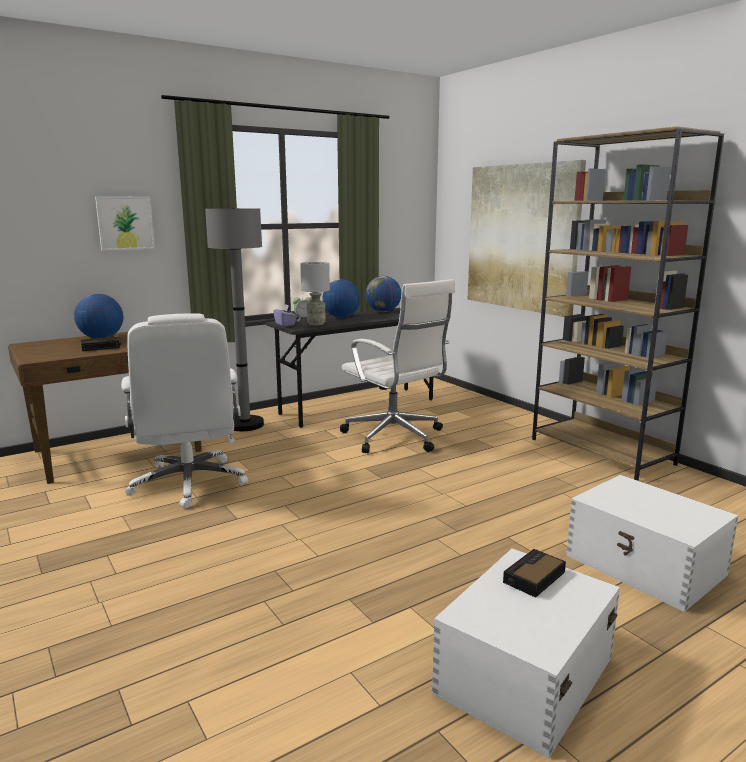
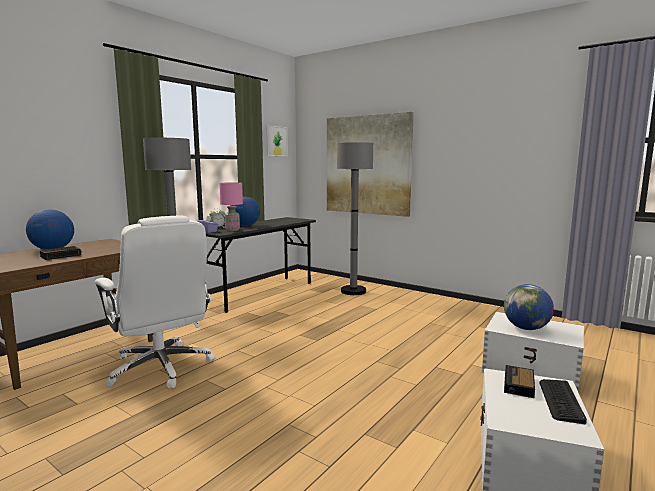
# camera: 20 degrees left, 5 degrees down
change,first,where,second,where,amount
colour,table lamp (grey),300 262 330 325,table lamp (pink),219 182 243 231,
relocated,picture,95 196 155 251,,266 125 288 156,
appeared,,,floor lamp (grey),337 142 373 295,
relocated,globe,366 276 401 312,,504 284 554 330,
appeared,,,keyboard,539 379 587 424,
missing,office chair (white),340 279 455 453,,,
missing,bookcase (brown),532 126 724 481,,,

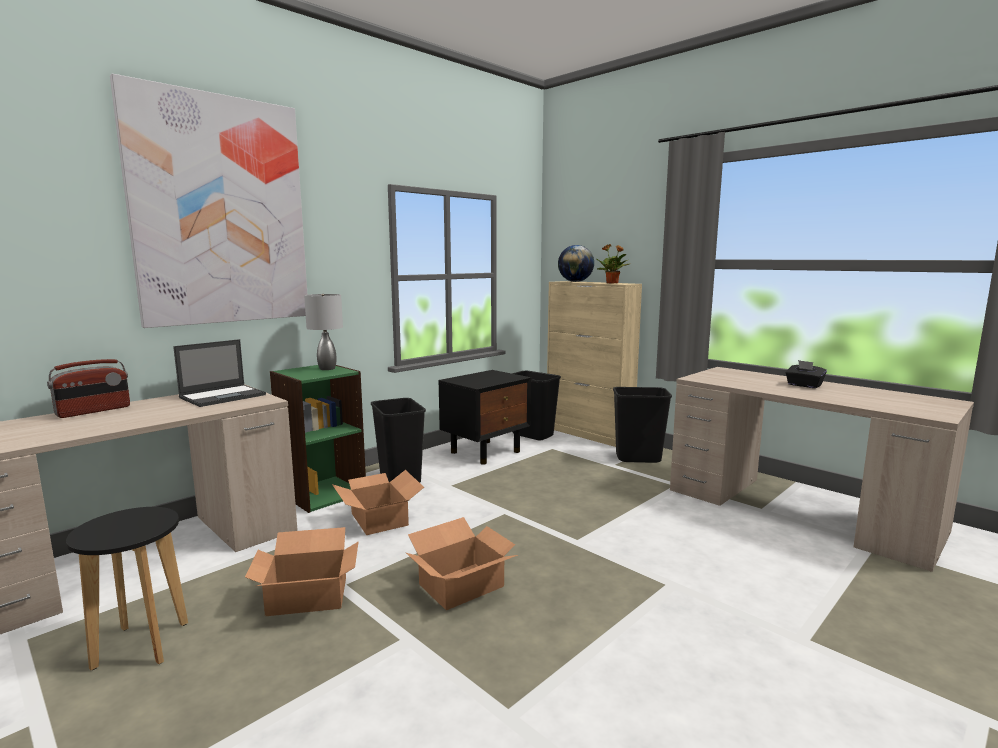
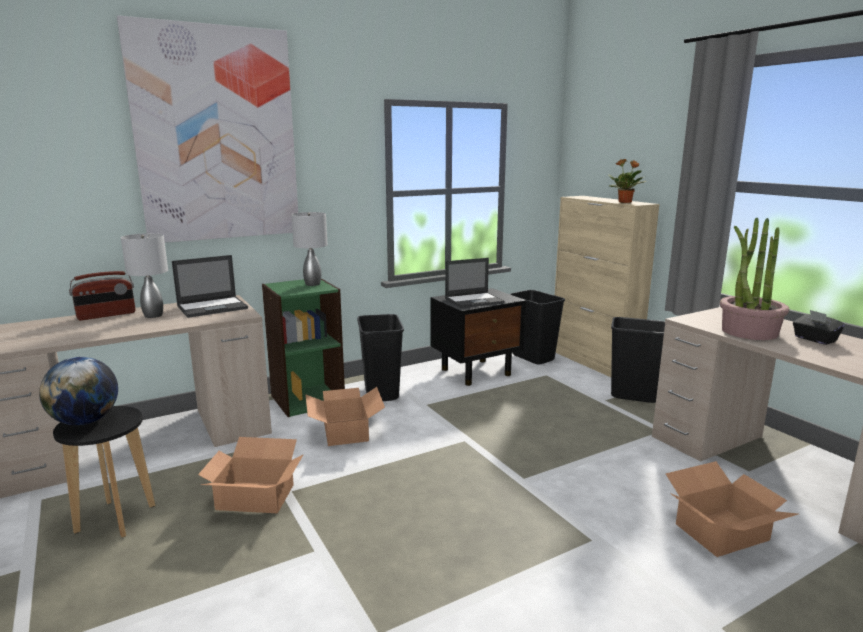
# camera: 15 degrees right, 5 degrees up
change,first,where,second,where,amount
relocated,globe,558 245 594 282,,39 357 118 425,
appeared,,,table lamp (grey),121 233 168 318,
appeared,,,laptop,445 258 505 308,
relocated,cardboard box,406 517 518 610,,666 461 798 557,
appeared,,,potted plant,720 218 789 340,

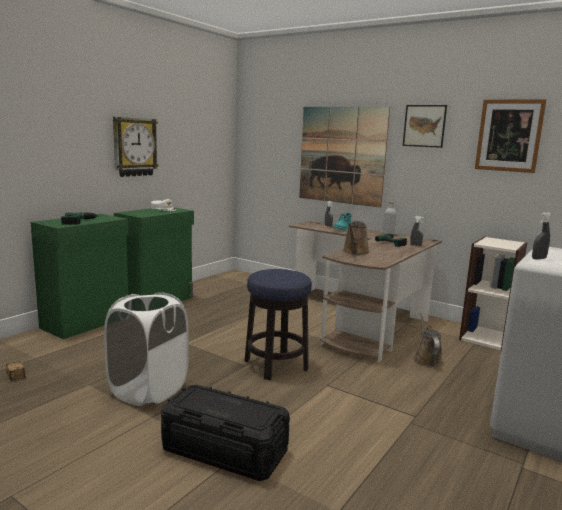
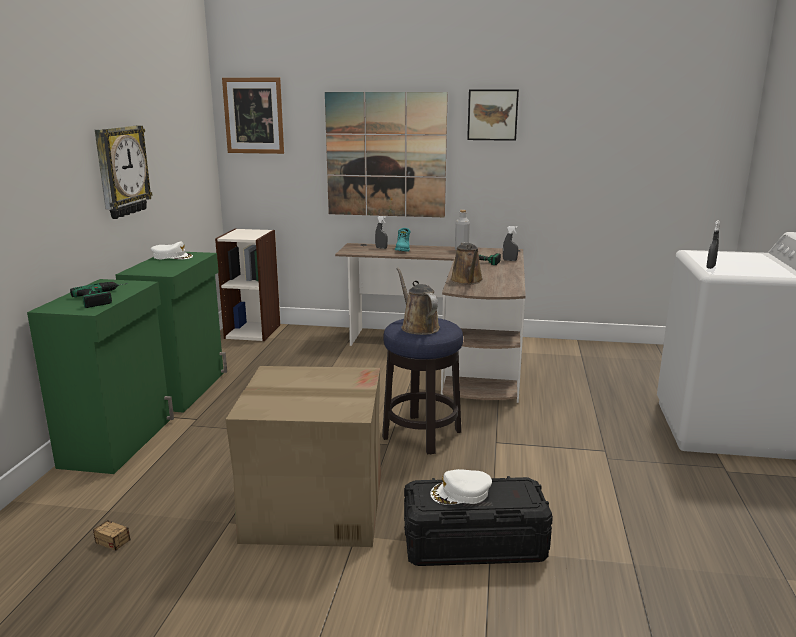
# camera: 25 degrees left, 5 degrees up
change,first,where,second,where,amount
relocated,bookcase,459 237 527 350,,215 229 280 341,
relocated,picture,475 99 547 173,,222 78 284 154,
exchanged,laundry basket (white),104 292 188 406,cardboard box,226 366 381 547,
relocated,watering can (brown),414 313 443 367,,397 268 440 335,
appeared,,,cap (white),430 469 492 505,

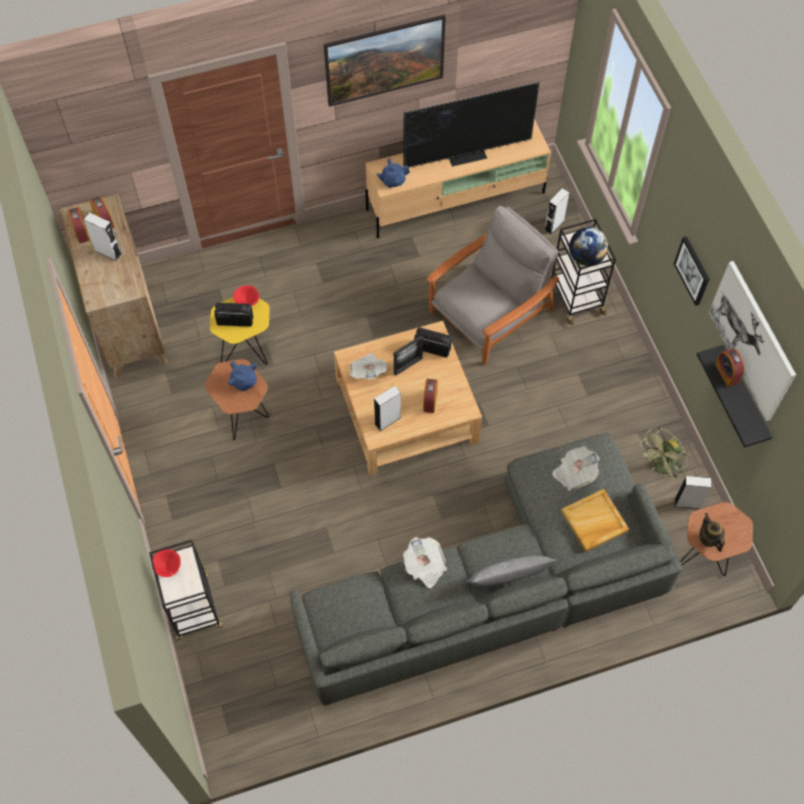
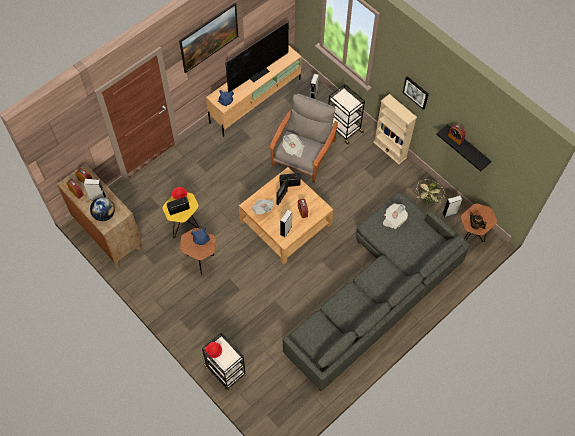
# camera: 25 degrees left, 0 degrees up
change,first,where,second,where,amount
relocated,globe,569 227 608 266,,90 197 115 221,
relocated,newspaper,403 537 447 588,,282 134 304 157,
appeared,,,bookcase (beige),373 94 417 164,
missing,pillow (grey),466 556 556 587,,,
missing,tray (beige),561 489 629 552,,,
missing,picture,709 261 796 421,,,

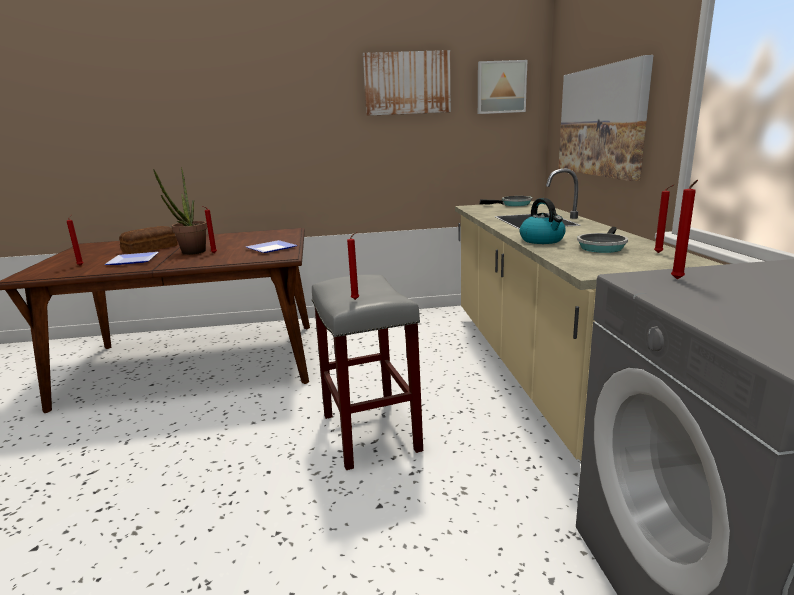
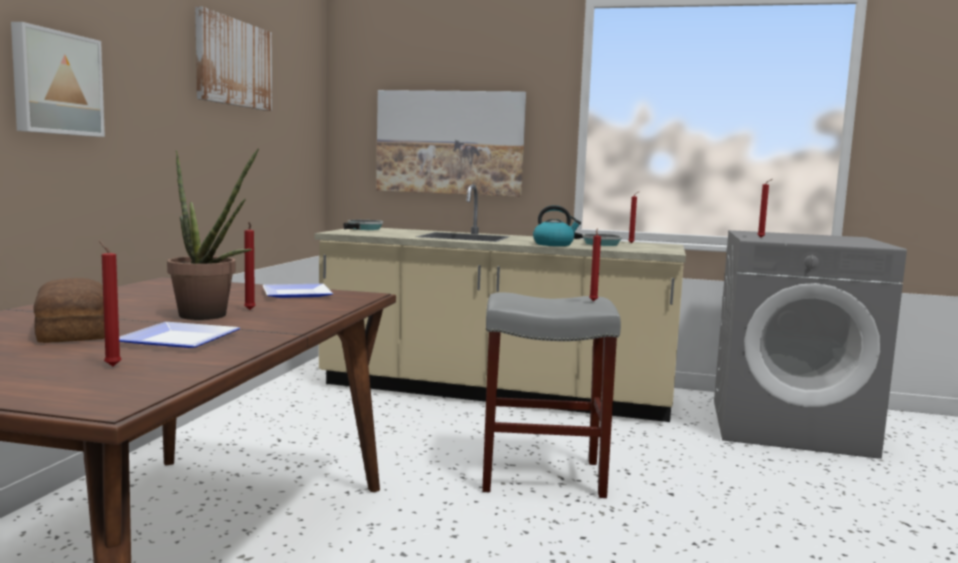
# camera: 70 degrees left, 10 degrees down
change,first,where,second,where,amount
relocated,picture,478 60 527 114,,11 22 105 137,

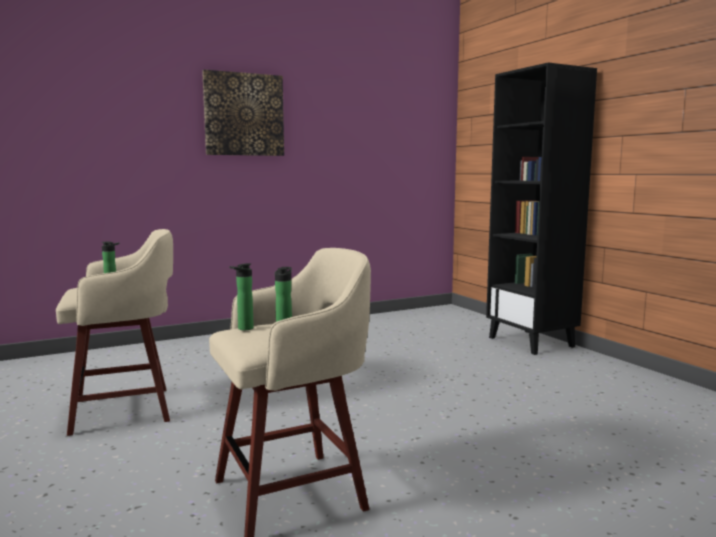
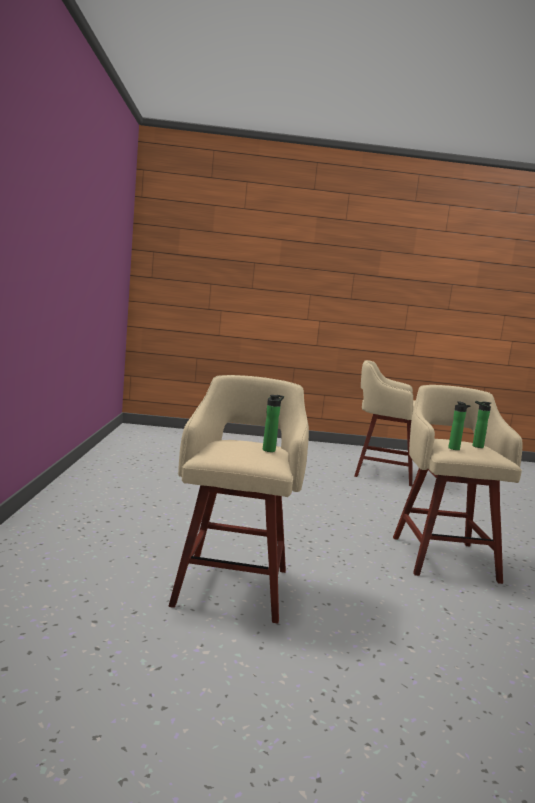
# camera: 65 degrees left, 0 degrees up
change,first,where,second,where,amount
appeared,,,stool (beige),354 360 415 486,
missing,picture,202 70 284 156,,,
missing,bookcase (black),486 63 597 355,,,

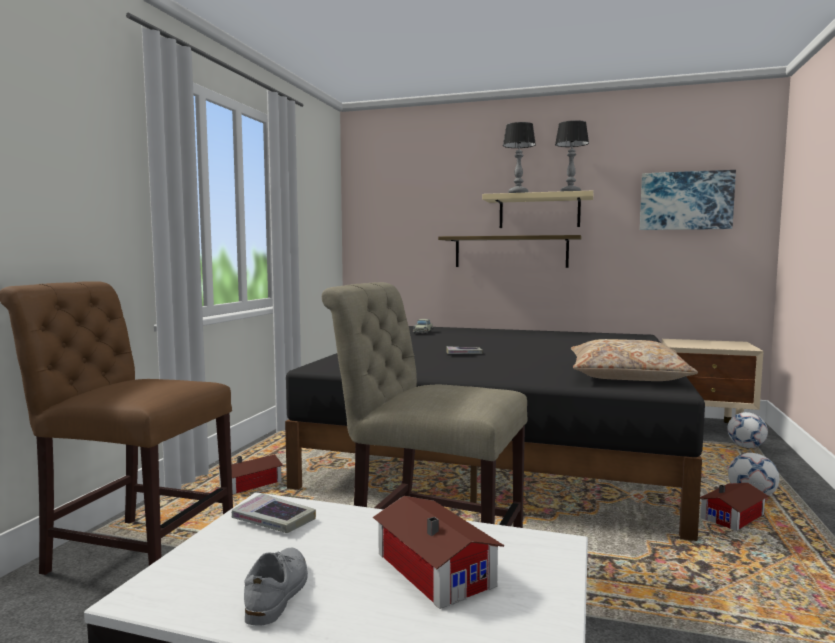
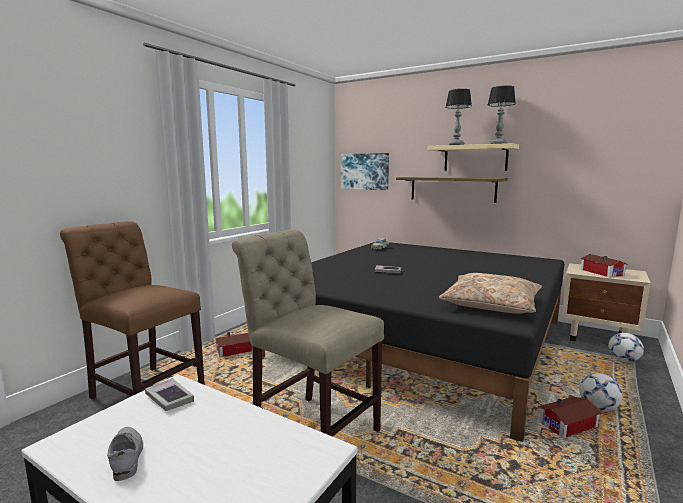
# camera: 15 degrees right, 5 degrees up
change,first,where,second,where,amount
spun,shoe (grey),244 548 308 625,,107 427 143 481,45 degrees counterclockwise
relocated,picture,640 170 736 230,,341 153 389 190,
relocated,toy house,373 496 504 609,,580 254 628 277,

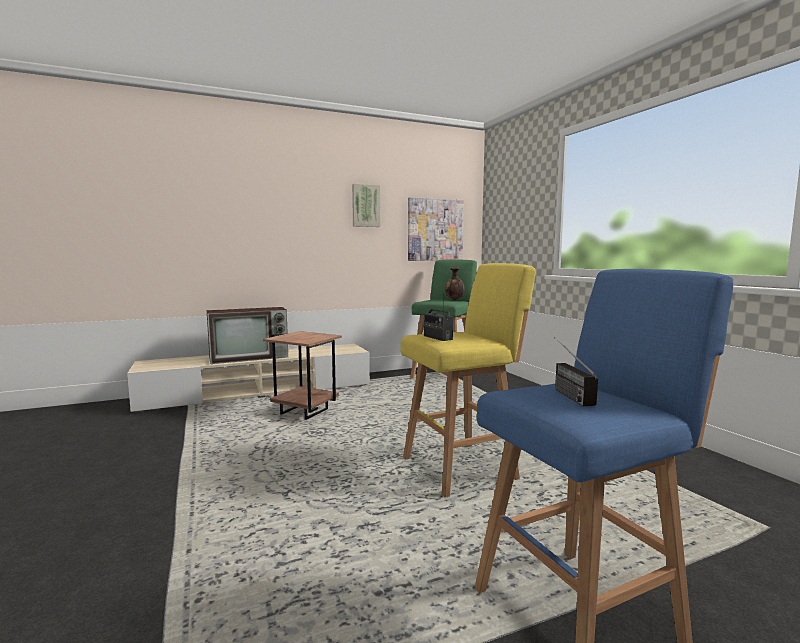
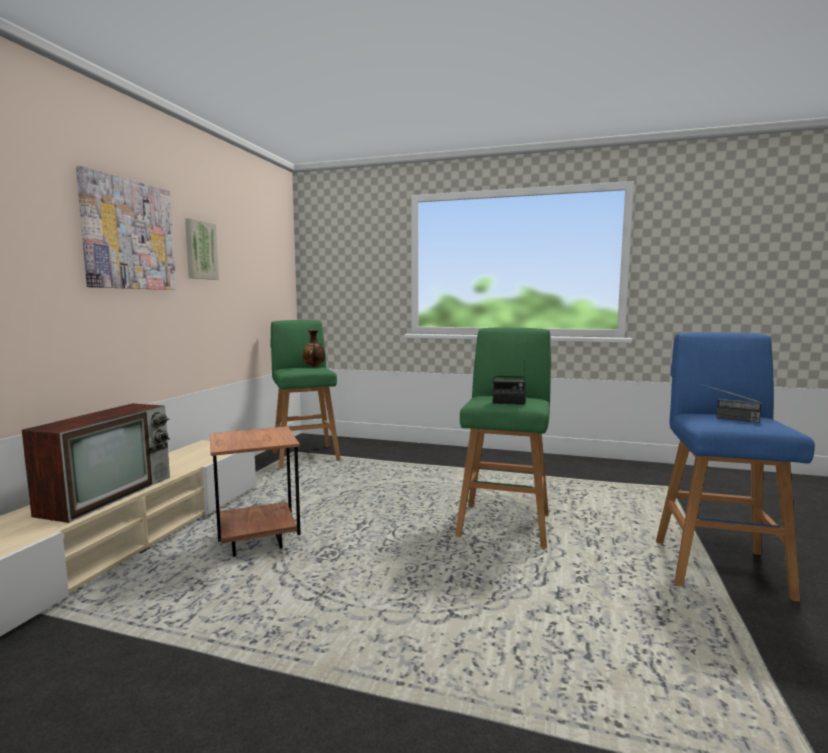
# camera: 50 degrees left, 0 degrees up
change,first,where,second,where,amount
relocated,picture,408 197 464 261,,76 166 176 290,
colour,stool (yellow),401 263 535 498,stool (green),455 327 551 548,

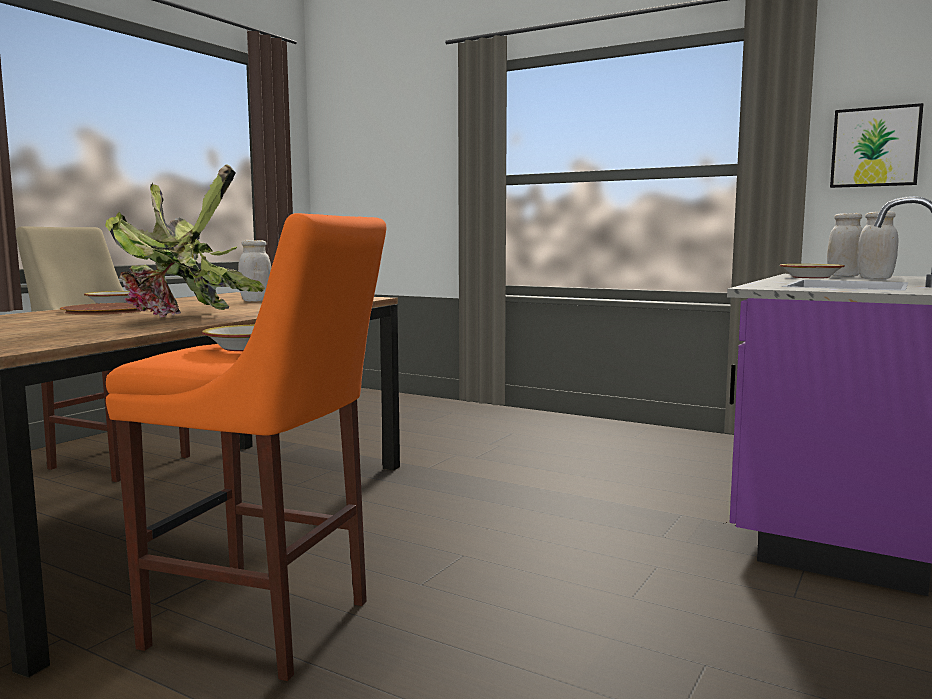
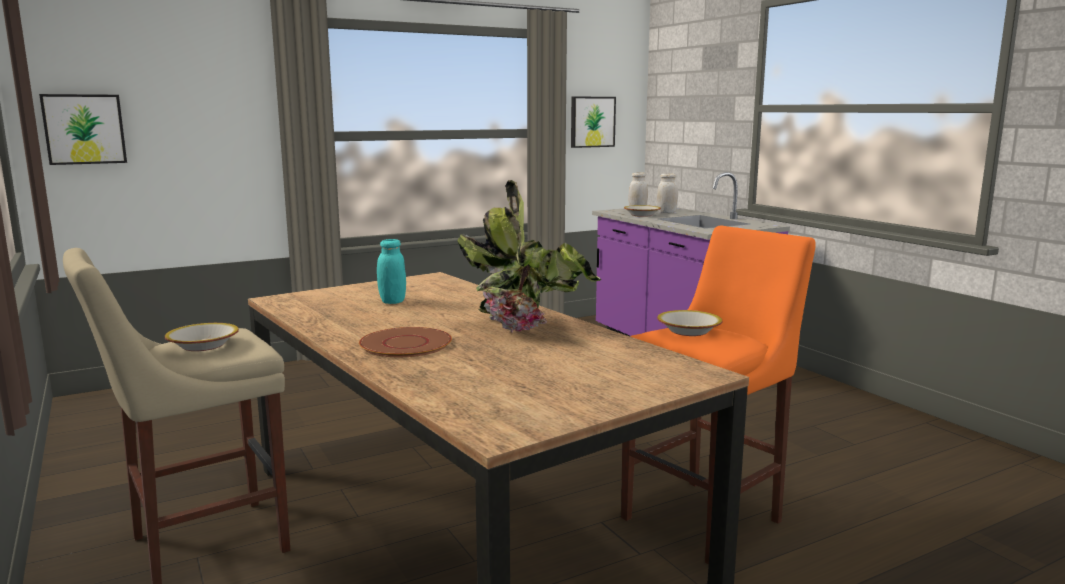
# camera: 60 degrees left, 5 degrees up
change,first,where,second,where,amount
appeared,,,picture,39 94 127 165,
colour,jar (white),238 240 271 302,jar (turquoise),377 239 406 304,

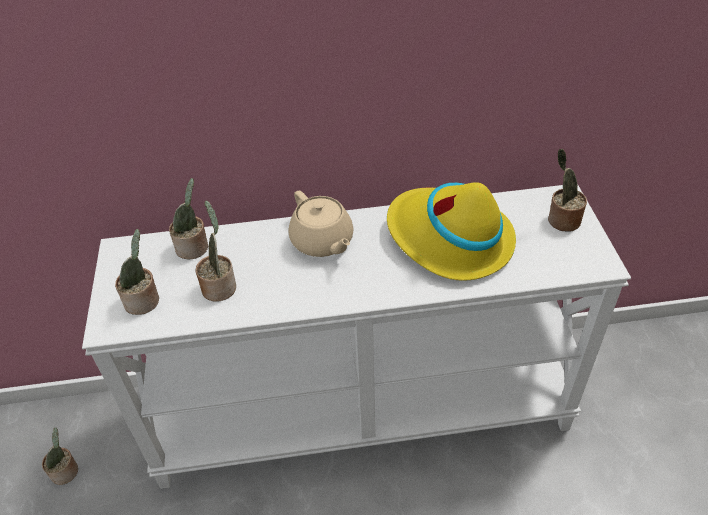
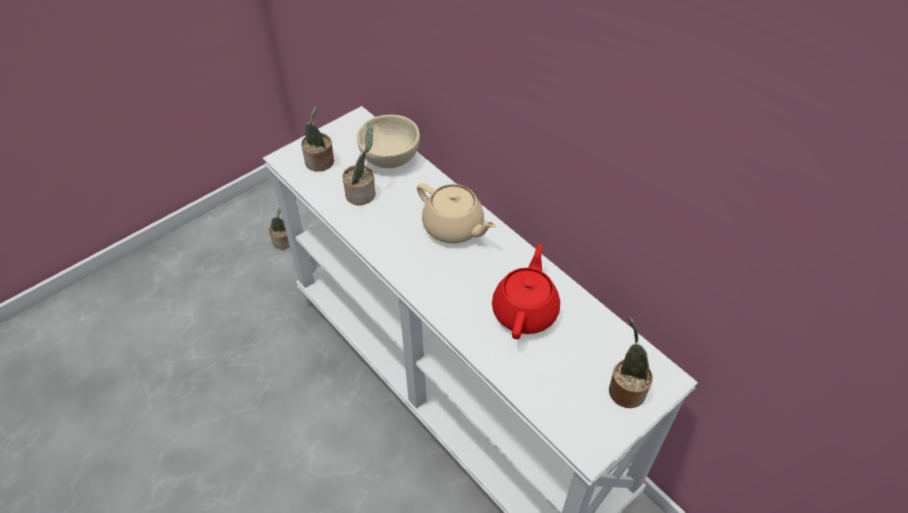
# camera: 55 degrees right, 5 degrees up
change,first,where,second,where,amount
exchanged,potted plant,169 178 208 259,bowl (beige),357 115 420 168,
spun,teapot (beige),288 190 354 257,,417 183 496 243,75 degrees counterclockwise
exchanged,hat (yellow),387 182 516 281,teapot (red),492 243 560 339,

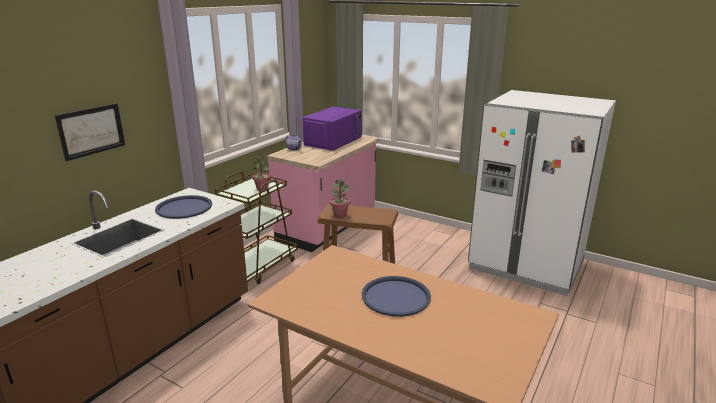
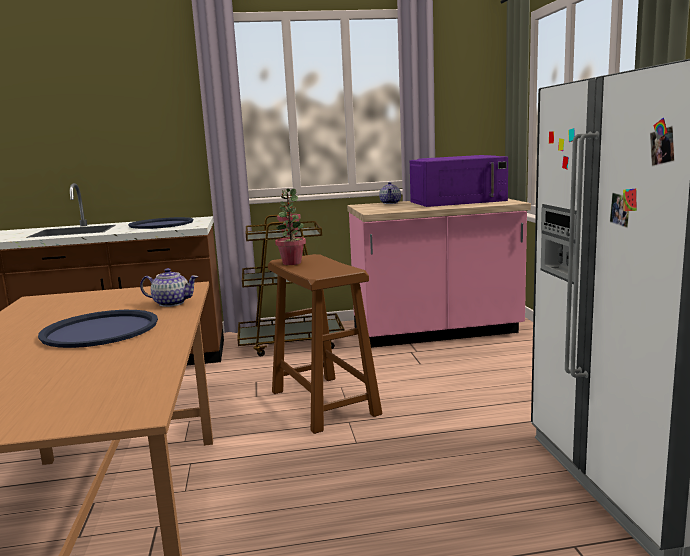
# camera: 50 degrees right, 10 degrees down
change,first,where,second,where,amount
appeared,,,teapot,140 268 198 307,
missing,picture,55 103 125 161,,,

